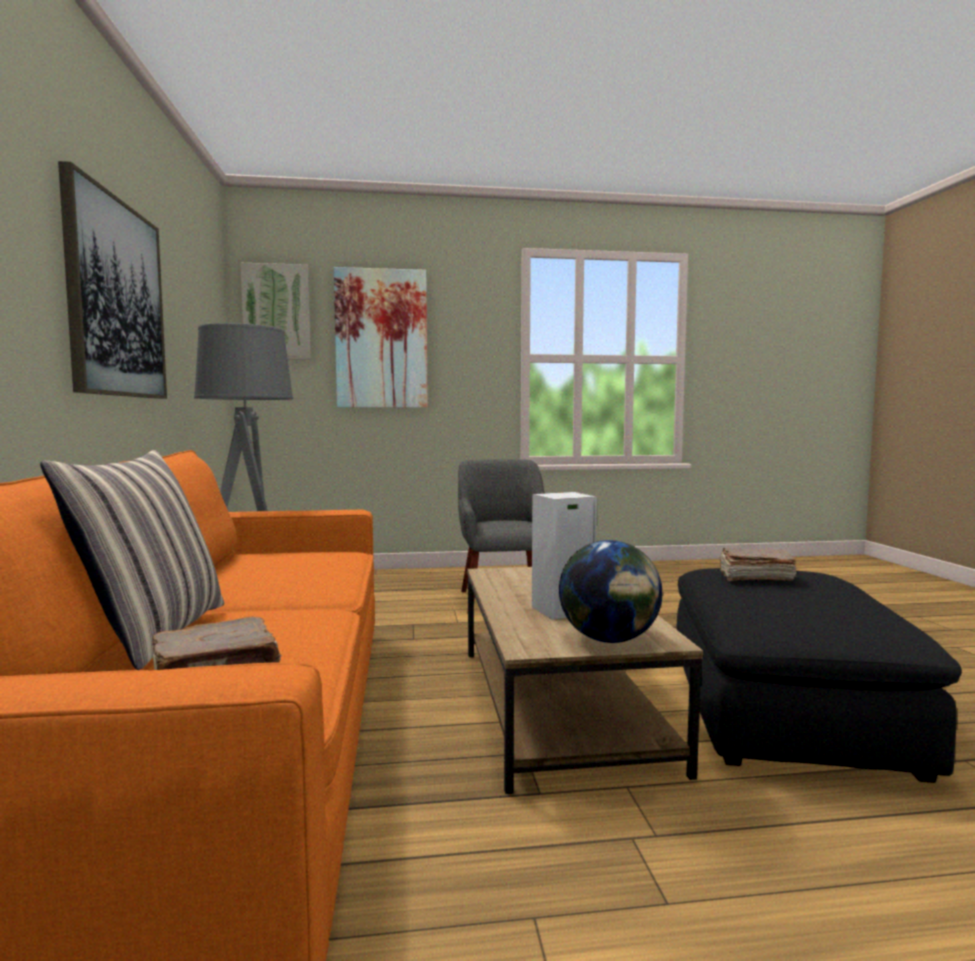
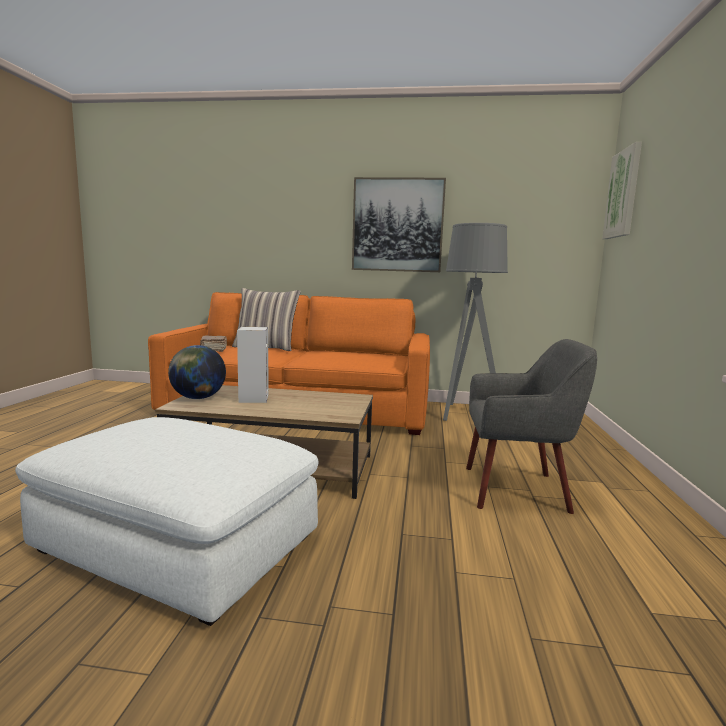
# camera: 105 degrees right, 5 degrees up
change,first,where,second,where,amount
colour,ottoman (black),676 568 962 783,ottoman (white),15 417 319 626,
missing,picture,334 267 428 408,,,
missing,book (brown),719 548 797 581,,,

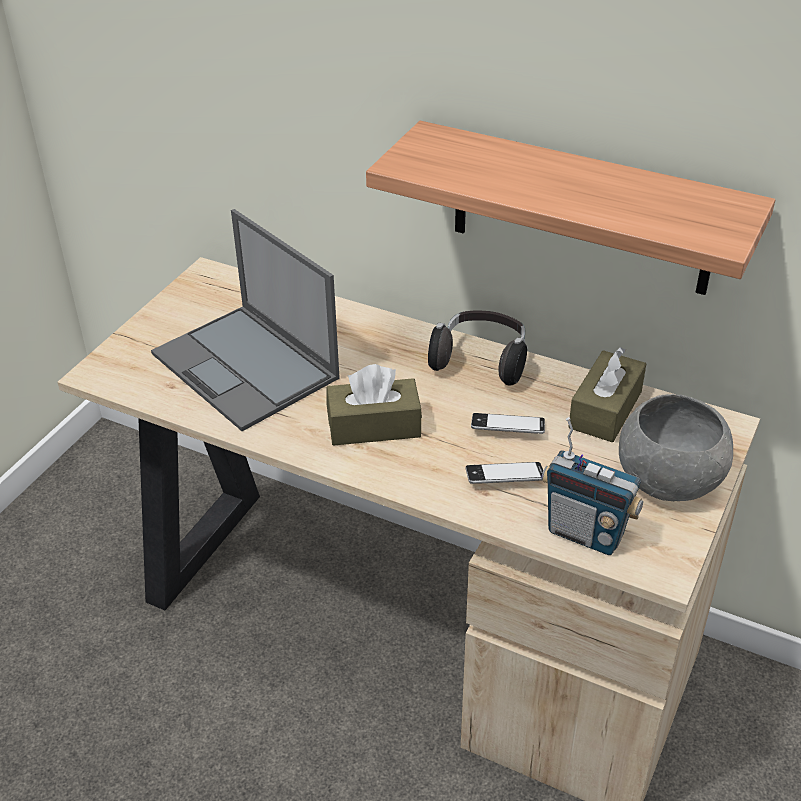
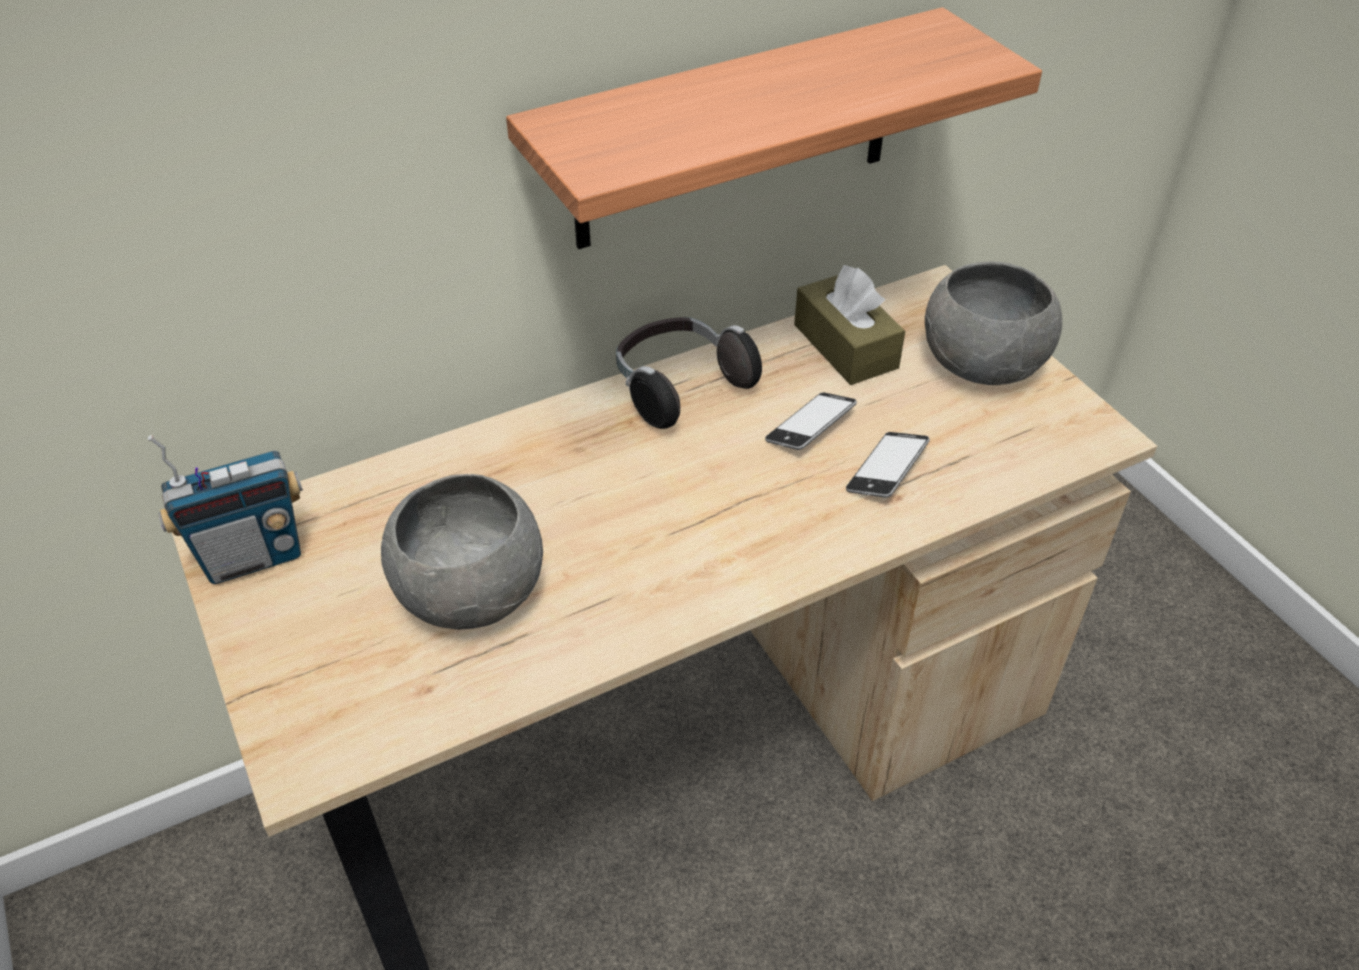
# camera: 55 degrees left, 5 degrees up
change,first,where,second,where,amount
relocated,radio,542 417 643 555,,147 435 303 584,
exchanged,laptop,151 209 340 431,bowl (grey),381 474 543 630,
missing,tissue box (brown),327 364 422 446,,,

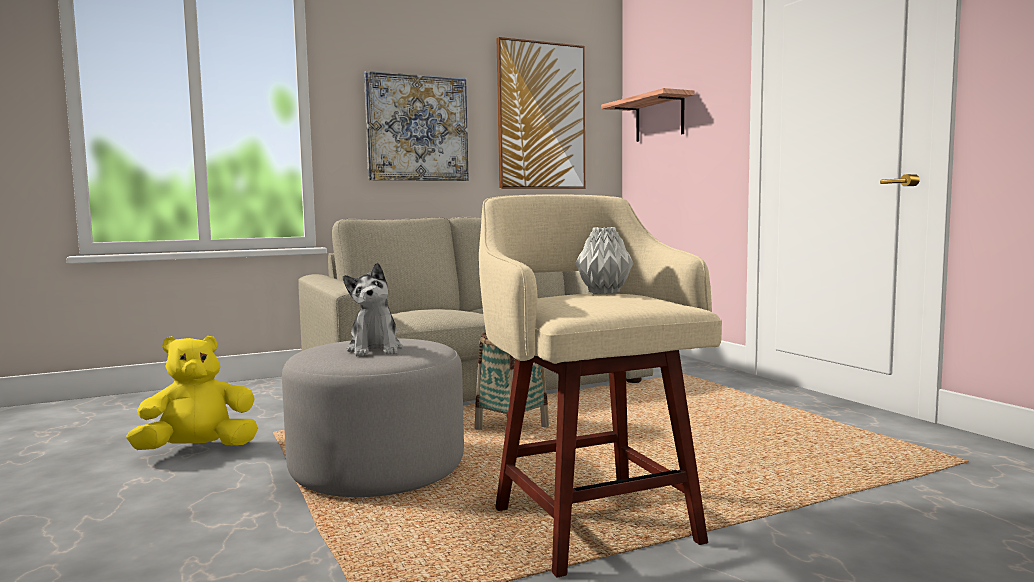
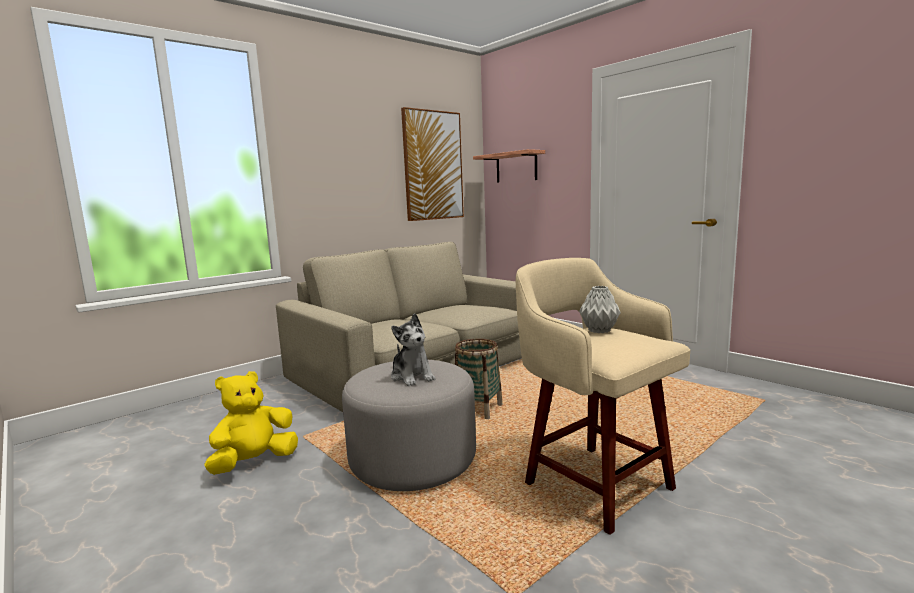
# camera: 15 degrees left, 5 degrees up
change,first,where,second,where,amount
missing,picture,364 71 469 181,,,

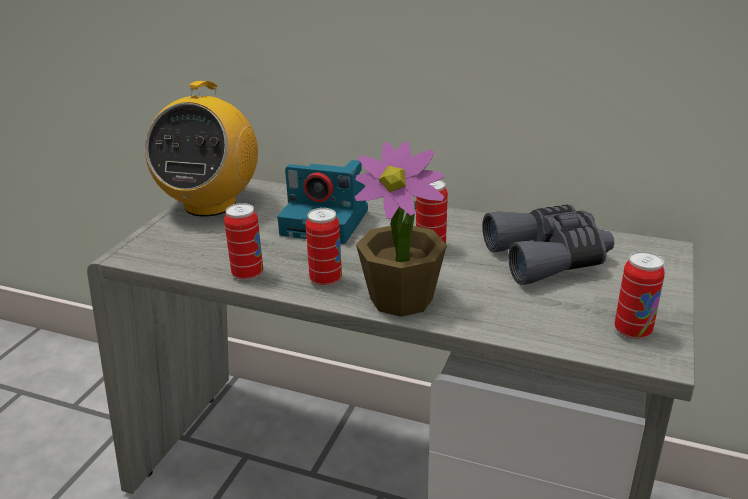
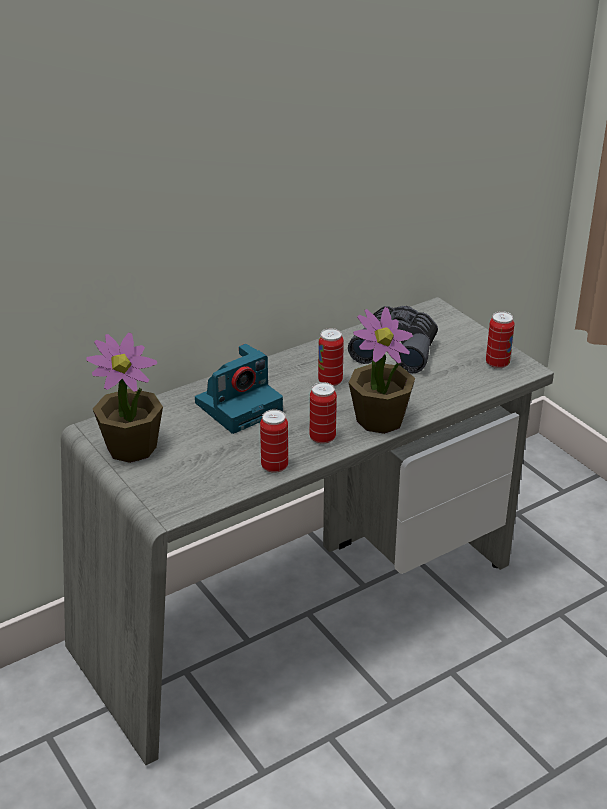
# camera: 55 degrees left, 5 degrees up
change,first,where,second,where,amount
exchanged,radio,145 81 258 217,potted plant,86 332 163 463,

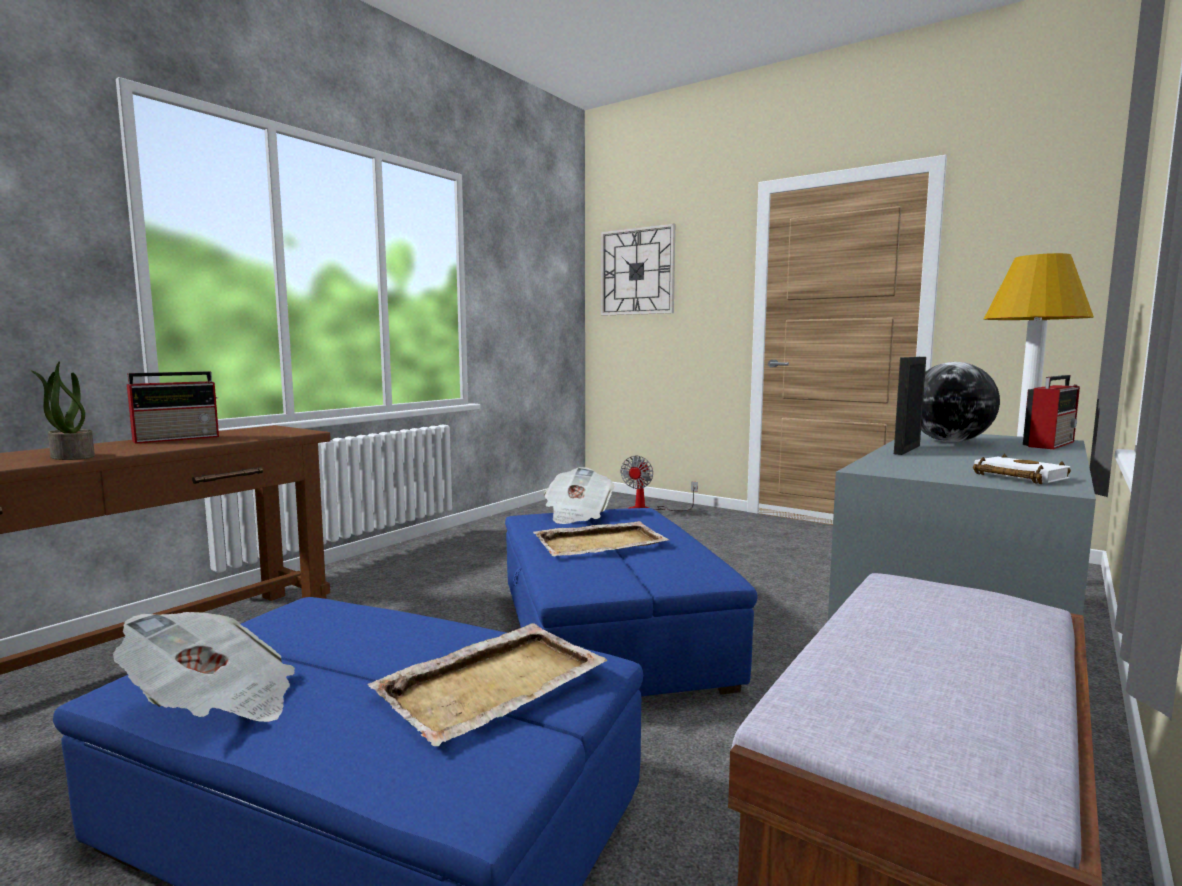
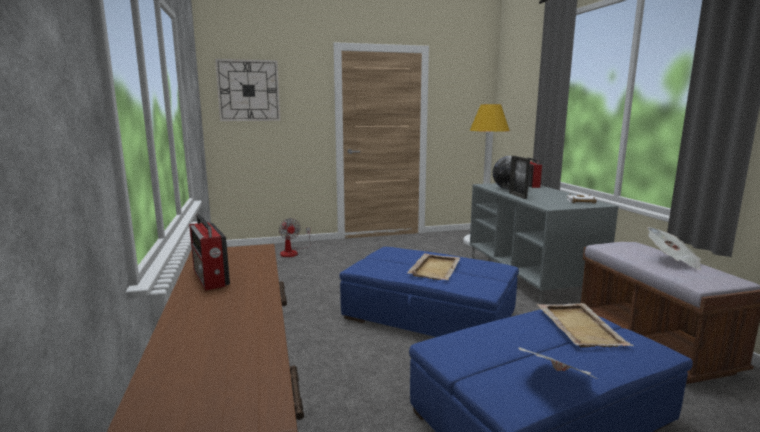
# camera: 50 degrees left, 5 degrees up
change,first,where,second,where,amount
spun,radio,127 371 219 444,,189 214 230 291,150 degrees clockwise
relocated,newspaper,544 467 614 524,,647 227 701 270,
missing,potted plant,31 361 95 460,,,

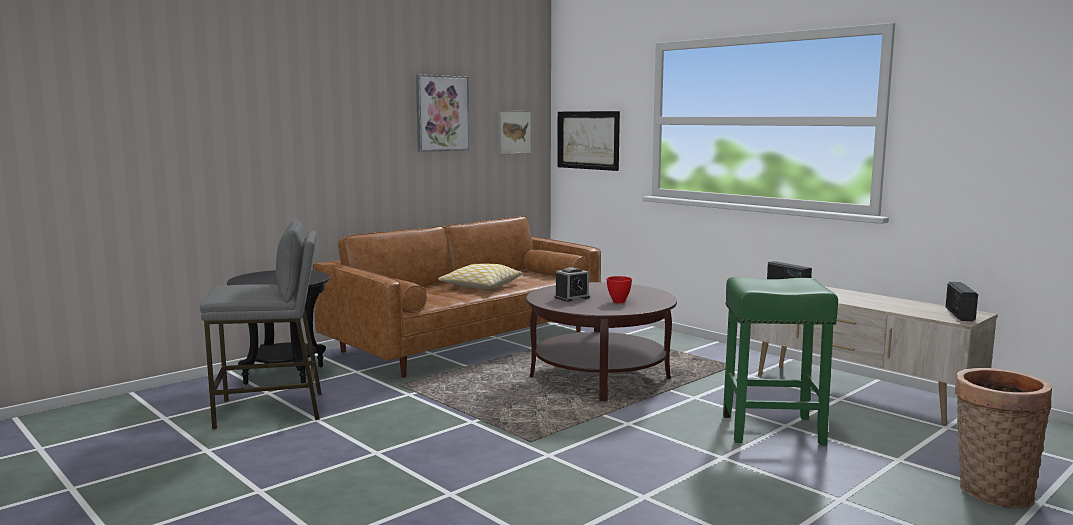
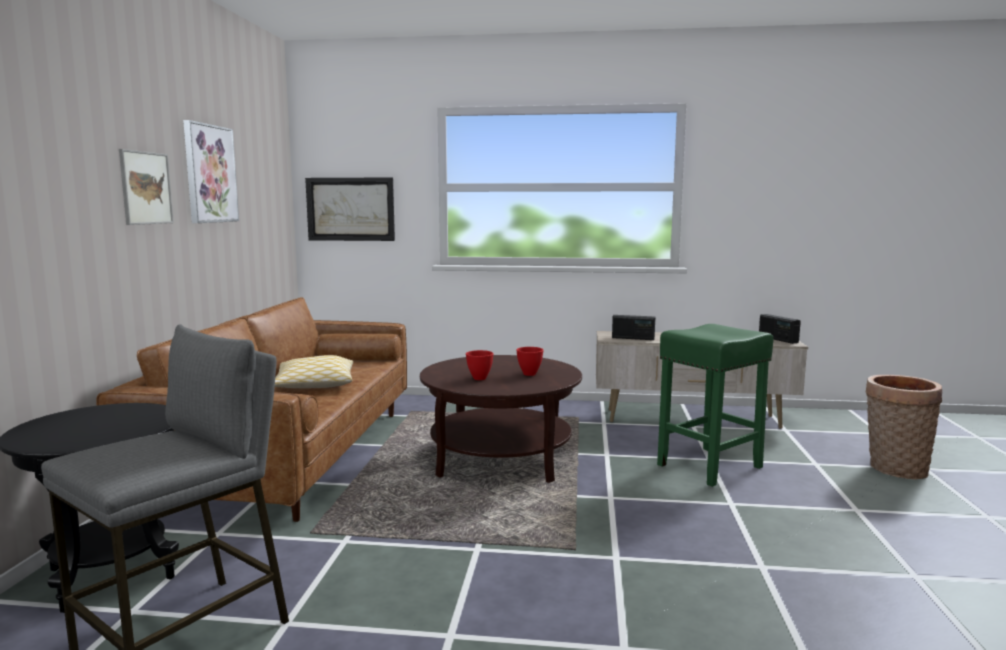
# camera: 40 degrees left, 0 degrees up
change,first,where,second,where,amount
relocated,picture,498 110 532 155,,119 149 174 225,
exchanged,alarm clock,554 267 590 302,bowl (red),466 350 493 380,

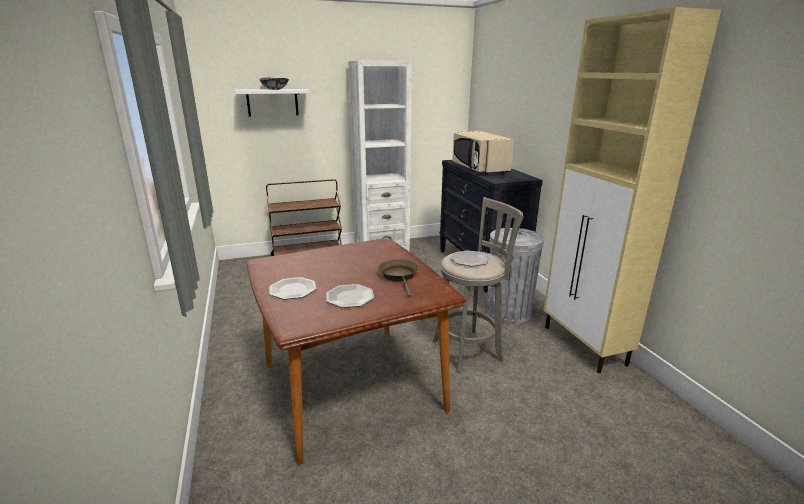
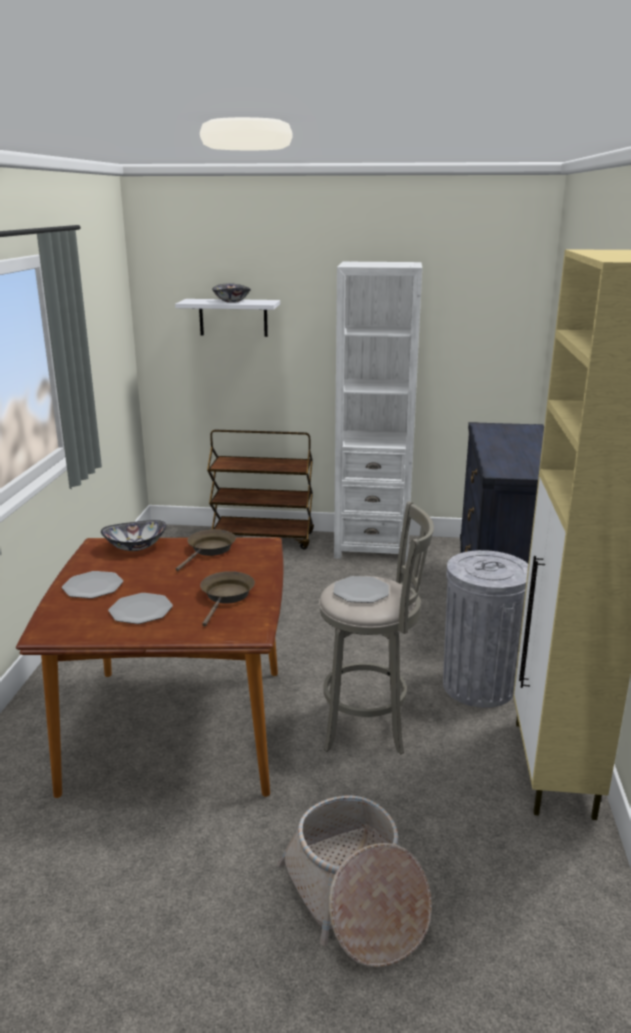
# camera: 25 degrees right, 0 degrees up
change,first,where,second,where,amount
appeared,,,bowl,101 520 167 551,
appeared,,,frying pan (brown),175 529 236 571,
appeared,,,basket,278 796 432 968,
missing,microwave (beige),452 131 514 175,,,

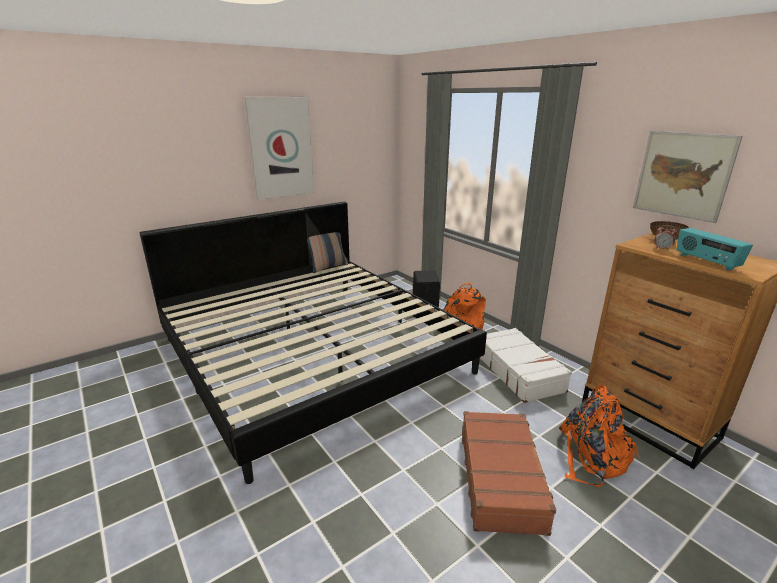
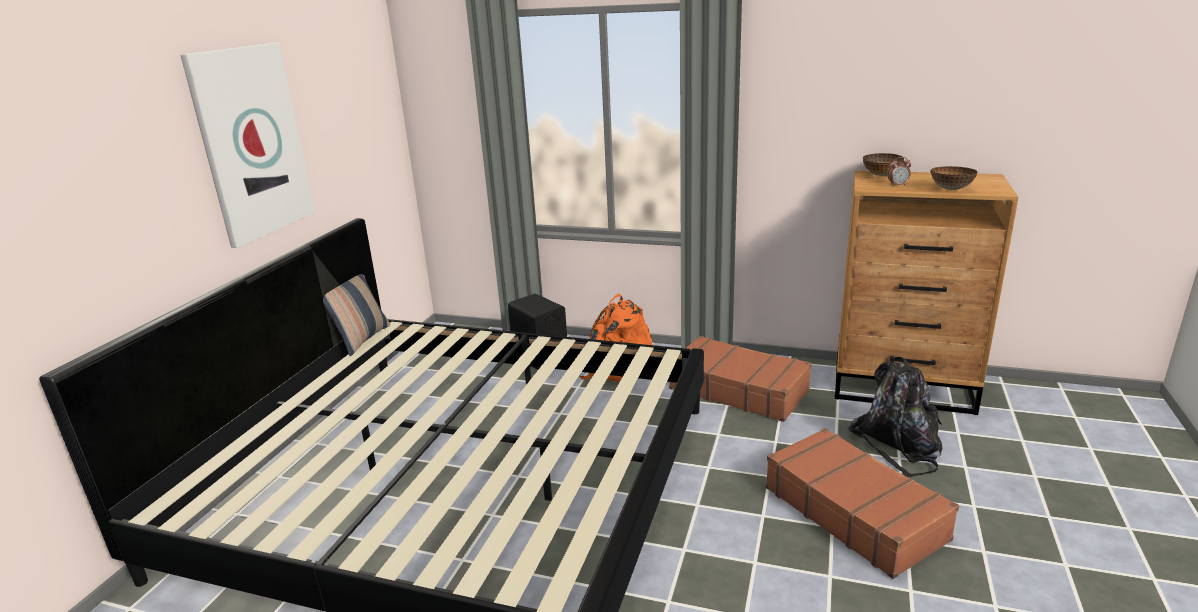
# camera: 35 degrees left, 0 degrees up
change,first,where,second,where,amount
colour,suitcase (white),480 328 572 403,suitcase (brown),669 336 812 422,
colour,backpack (orange),559 385 640 487,backpack (black),848 357 942 477,
exchanged,radio,677 228 753 271,bowl,930 166 978 190,
missing,picture,633 131 743 223,,,

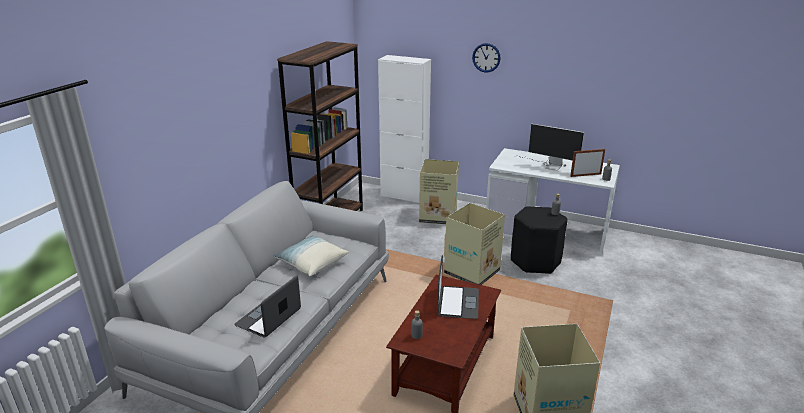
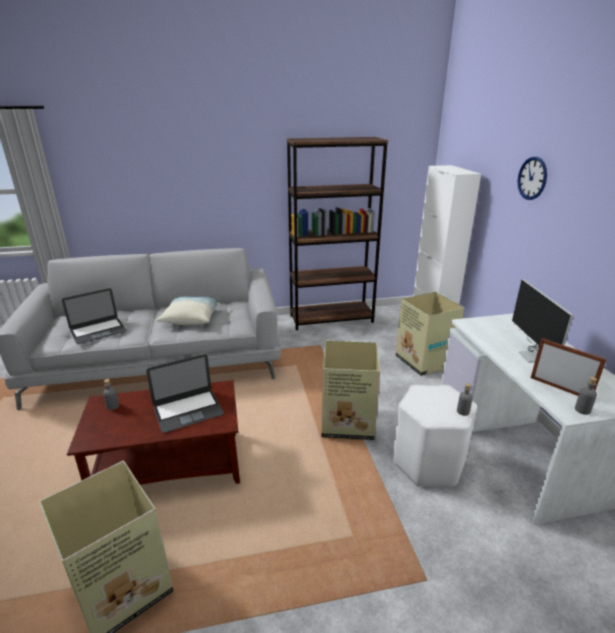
# camera: 55 degrees right, 0 degrees up
change,first,where,second,where,amount
spun,laptop,235 276 301 337,,62 288 127 344,150 degrees clockwise
colour,stool (black),511 206 568 274,stool (white),393 385 477 487,

